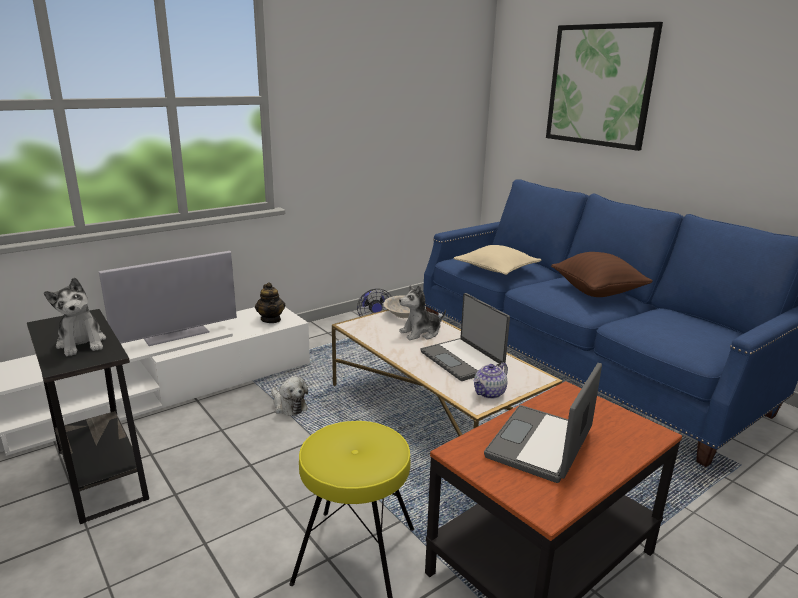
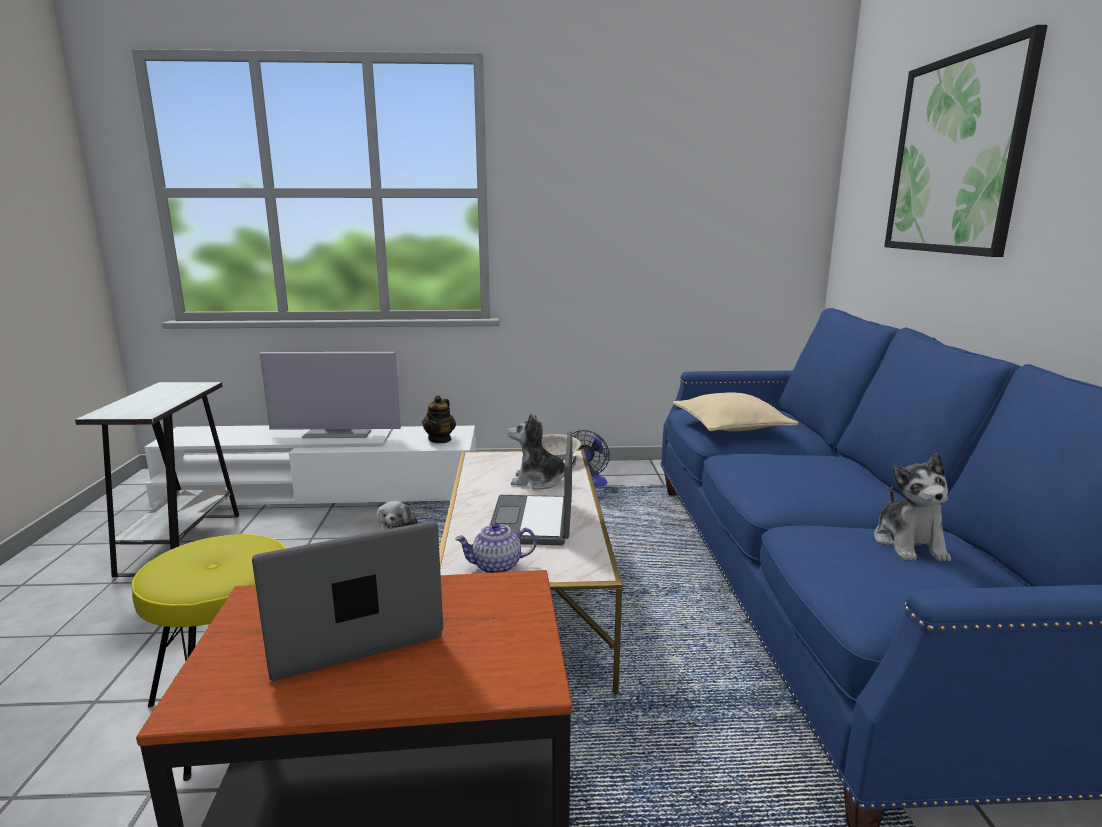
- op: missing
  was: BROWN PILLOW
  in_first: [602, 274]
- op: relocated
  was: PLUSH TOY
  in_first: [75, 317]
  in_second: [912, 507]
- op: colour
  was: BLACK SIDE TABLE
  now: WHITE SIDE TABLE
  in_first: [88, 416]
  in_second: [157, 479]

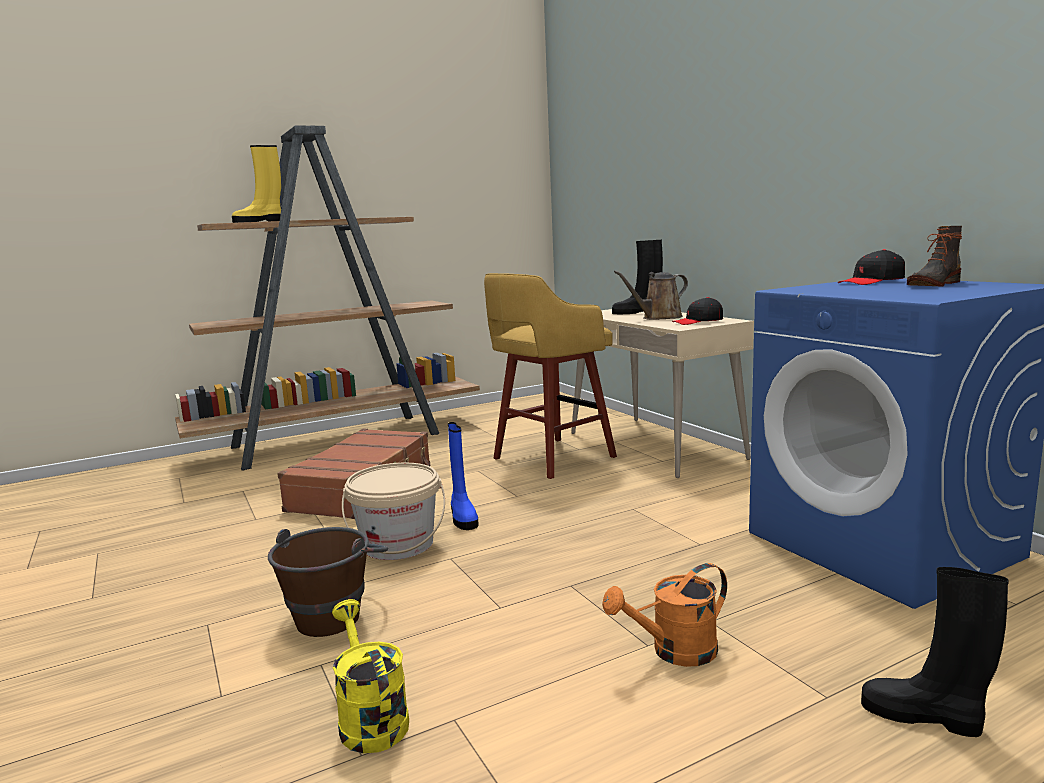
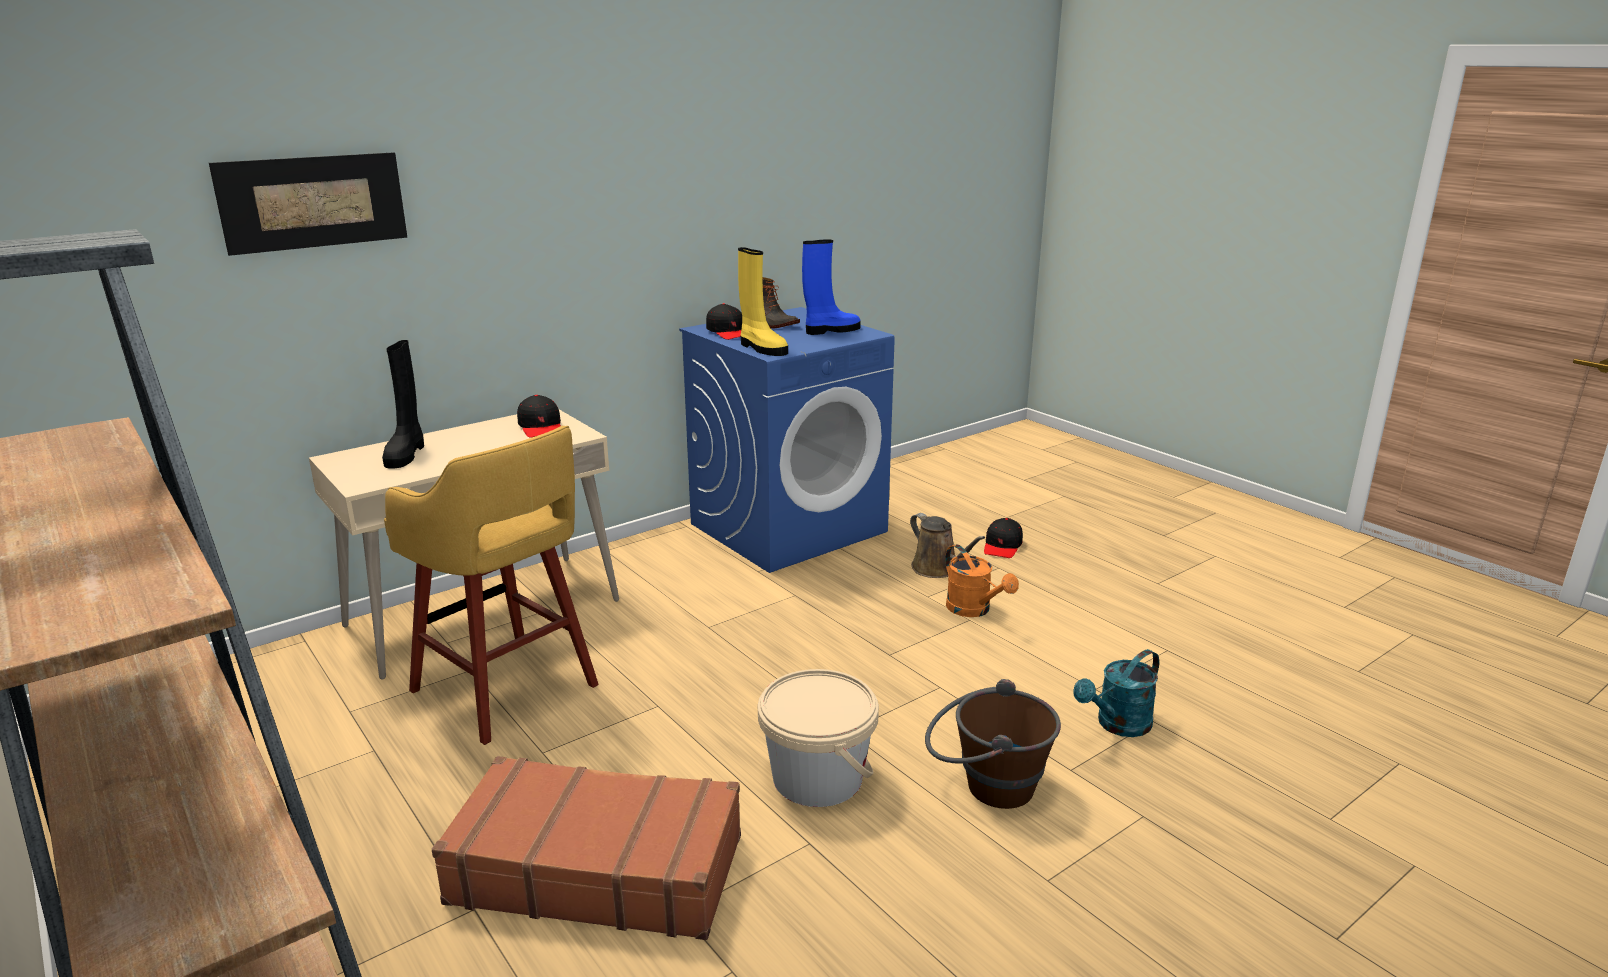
- op: relocated
  was: YELLOW BOOT
  in_first: [256, 184]
  in_second: [763, 301]
- op: relocated
  was: BROWN WATERING CAN
  in_first: [651, 295]
  in_second: [947, 545]
- op: relocated
  was: BLUE BOOT
  in_first: [463, 476]
  in_second: [831, 287]
- op: exchanged
  was: BLACK BOOT
  now: BLACK CAP
  in_first: [935, 652]
  in_second: [1003, 538]
- op: colour
  was: YELLOW WATERING CAN
  now: TURQUOISE WATERING CAN
  in_first: [370, 676]
  in_second: [1116, 693]
- op: appeared
  now: PICTURE
  in_second: [308, 204]

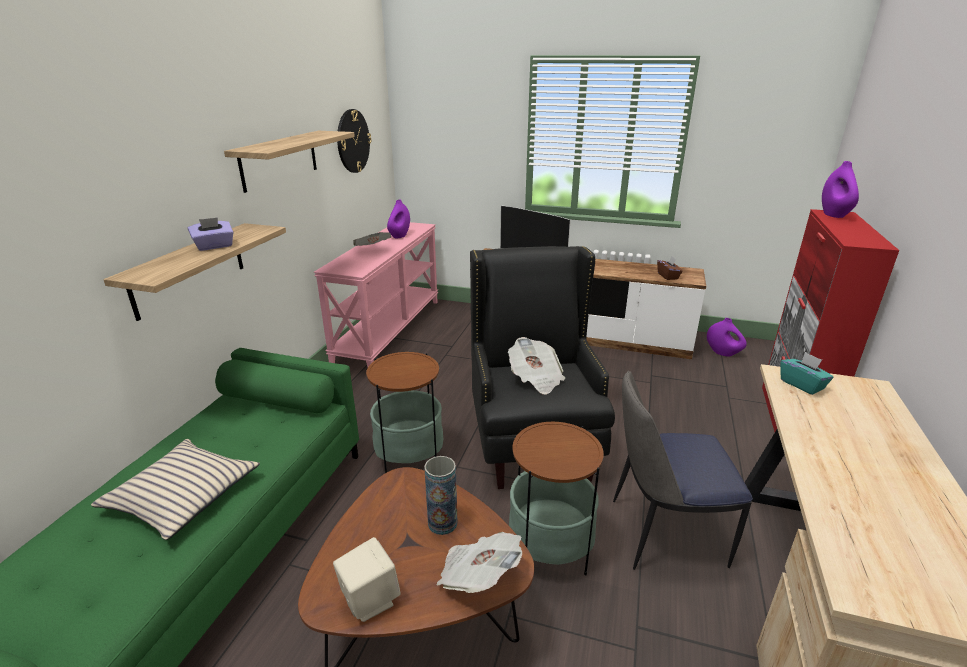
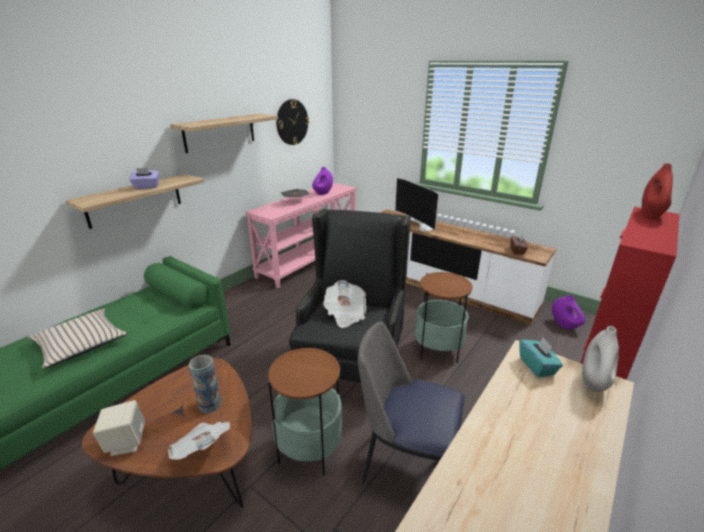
- op: colour
  was: PURPLE VASE
  now: RED VASE
  in_first: [840, 189]
  in_second: [657, 190]
- op: relocated
  was: SIDE TABLE
  in_first: [404, 412]
  in_second: [444, 317]
- op: appeared
  now: WHITE VASE
  in_second: [600, 359]

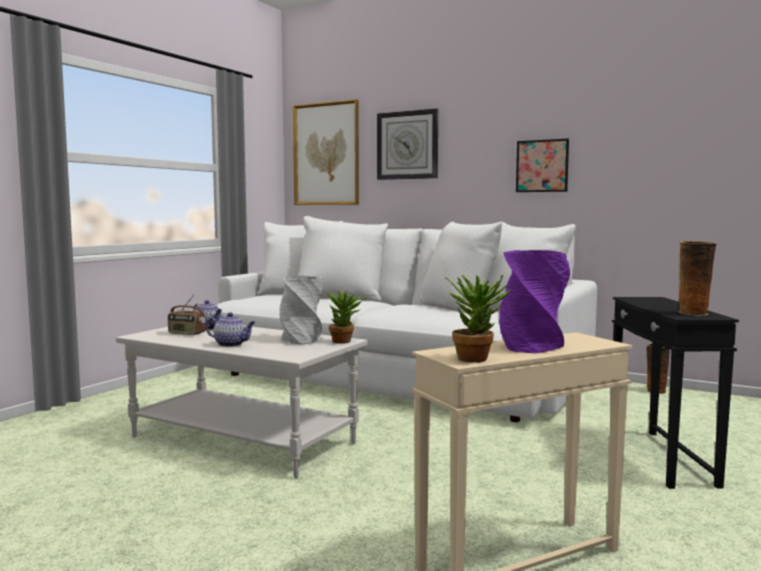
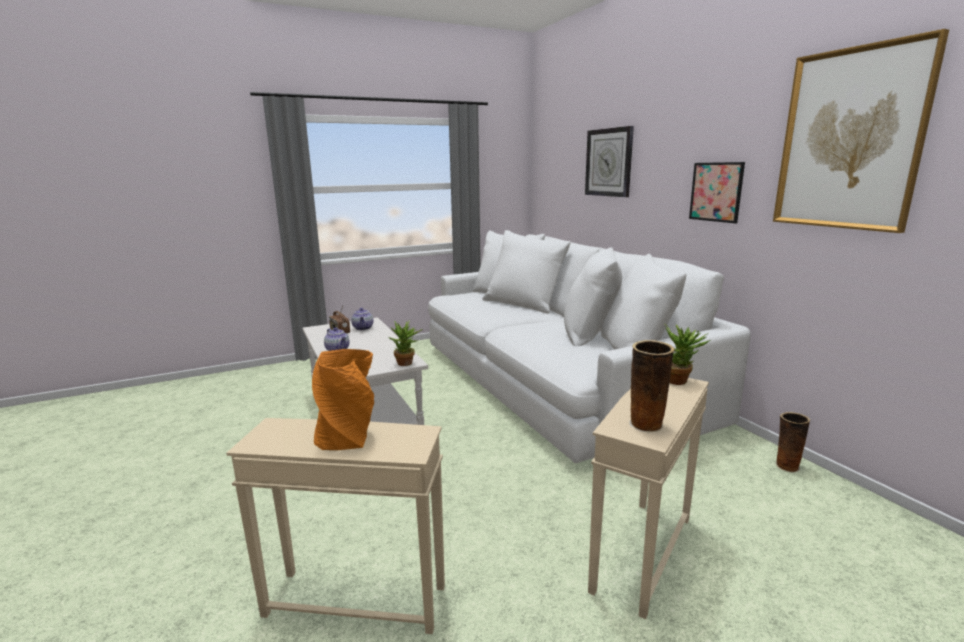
- op: relocated
  was: PICTURE
  in_first: [326, 152]
  in_second: [861, 131]
- op: colour
  was: PURPLE VASE
  now: ORANGE VASE
  in_first: [534, 301]
  in_second: [343, 399]
- op: missing
  was: GREY VASE
  in_first: [301, 309]
- op: relocated
  was: POTTED PLANT
  in_first: [477, 319]
  in_second: [687, 354]
- op: colour
  was: BLACK SIDE TABLE
  now: BEIGE SIDE TABLE
  in_first: [675, 393]
  in_second: [648, 499]

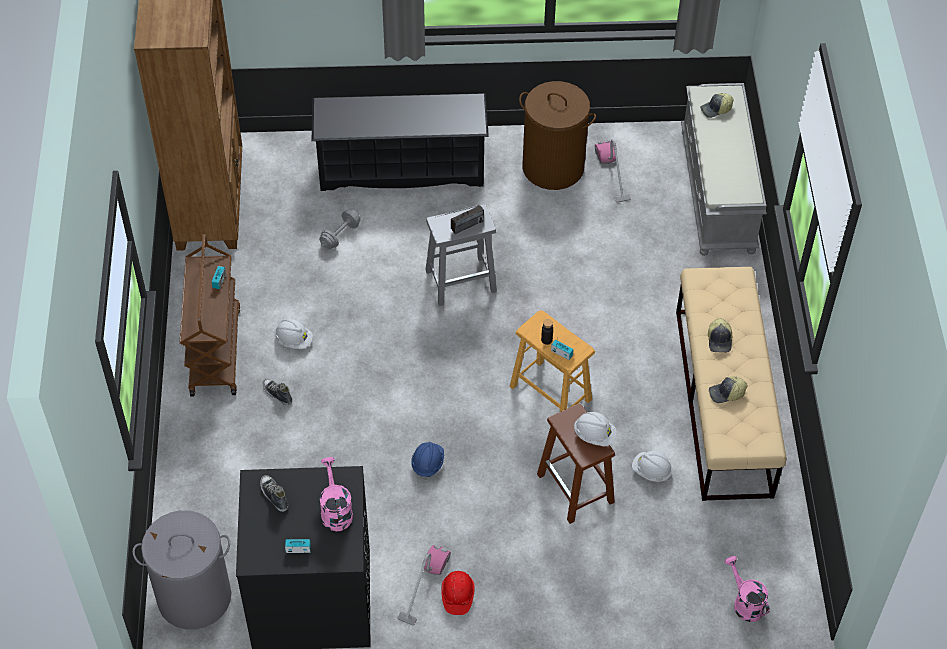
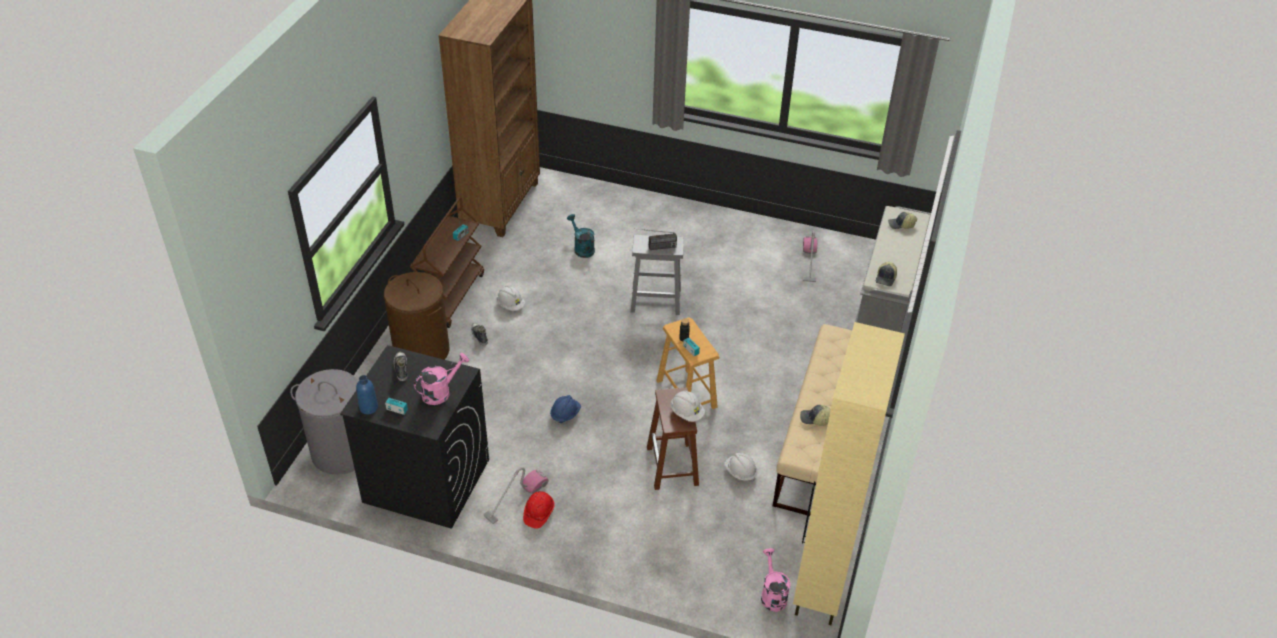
- op: relocated
  was: BROWN LAUNDRY BASKET
  in_first: [557, 135]
  in_second: [417, 316]
- op: missing
  was: BLACK SHOE RACK
  in_first: [400, 142]
- op: exchanged
  was: GREY DUMBBELL
  now: TURQUOISE WATERING CAN
  in_first: [340, 229]
  in_second: [581, 236]
- op: relocated
  was: CAP
  in_first: [720, 335]
  in_second: [886, 274]
- op: spun
  was: PINK WATERING CAN
  in_first: [336, 494]
  in_second: [441, 379]
  clockwise: 45
- op: appeared
  now: BEIGE CABINET
  in_second: [849, 473]
- op: appeared
  now: BLUE BOTTLE
  in_second: [367, 394]

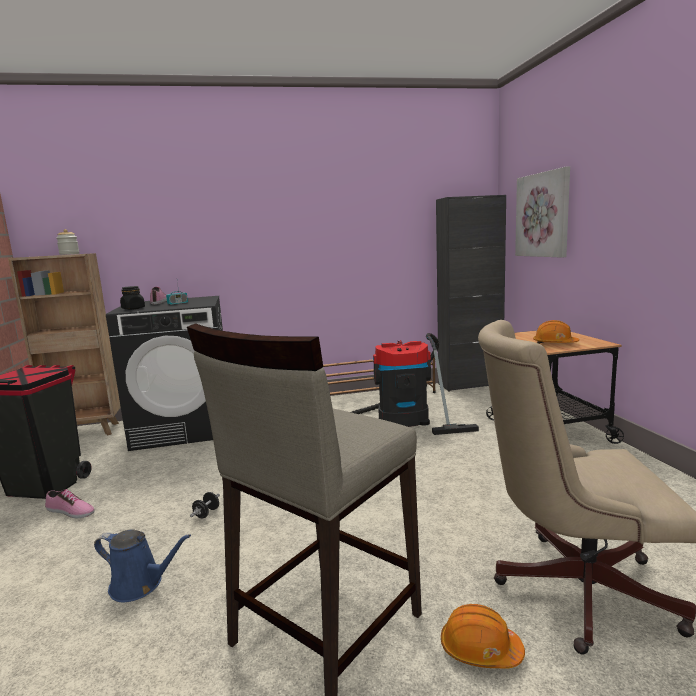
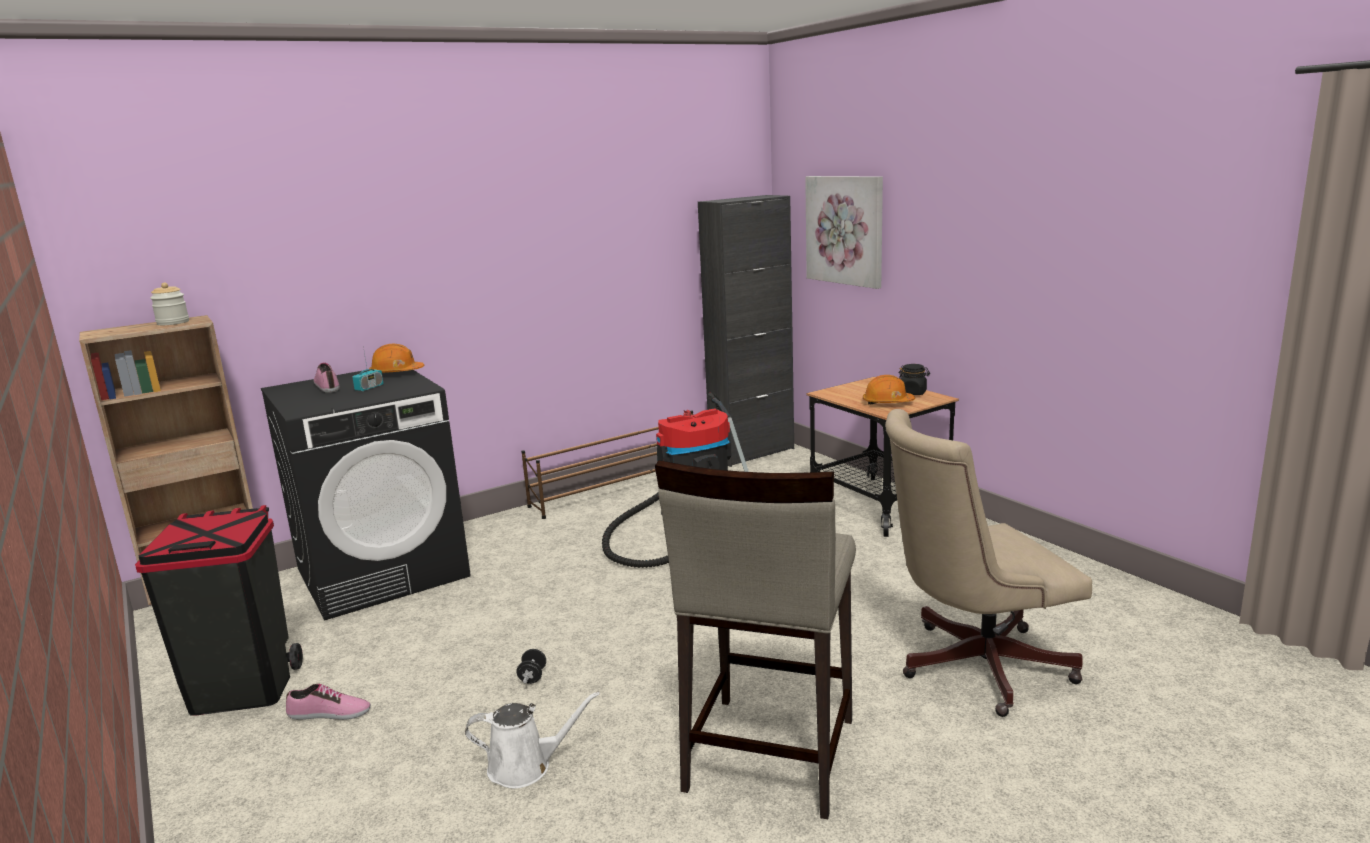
- op: relocated
  was: BLACK JAR
  in_first: [132, 298]
  in_second: [914, 379]
- op: colour
  was: BLUE WATERING CAN
  now: WHITE WATERING CAN
  in_first: [142, 565]
  in_second: [532, 740]
- op: relocated
  was: ORANGE HARD HAT
  in_first: [483, 636]
  in_second: [396, 358]

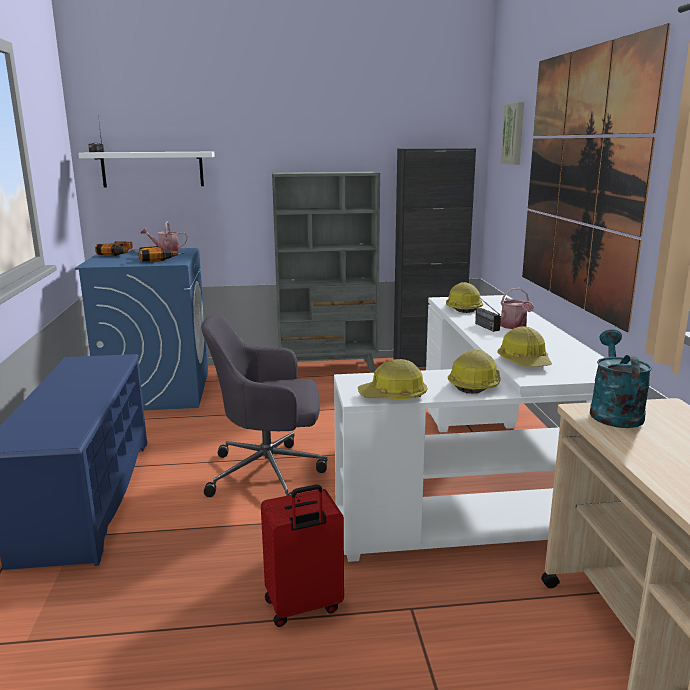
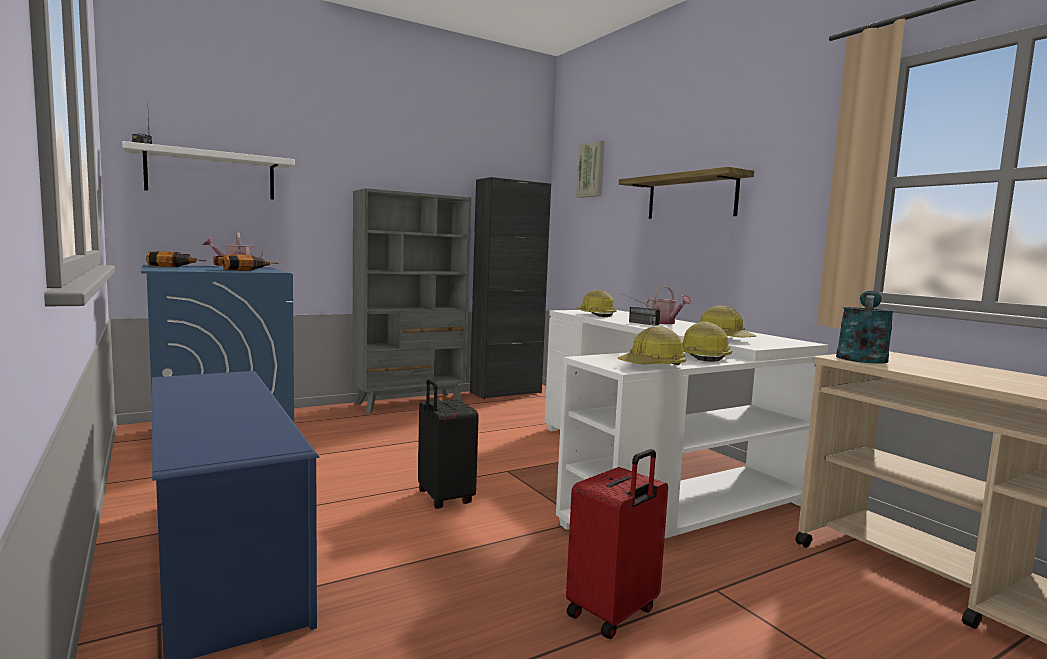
- op: exchanged
  was: PICTURE
  now: SHELF
  in_first: [596, 177]
  in_second: [686, 193]
- op: exchanged
  was: GREY OFFICE CHAIR
  now: BLACK SUITCASE
  in_first: [264, 406]
  in_second: [448, 444]
- op: spun
  was: TURQUOISE WATERING CAN
  in_first: [621, 378]
  in_second: [865, 327]
  clockwise: 45

